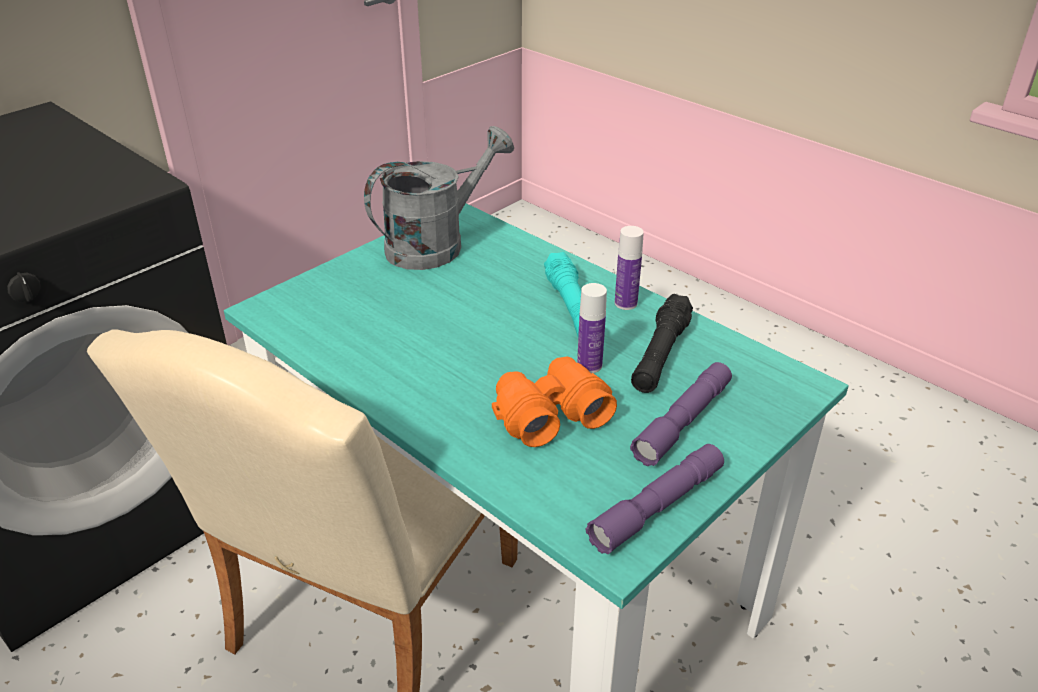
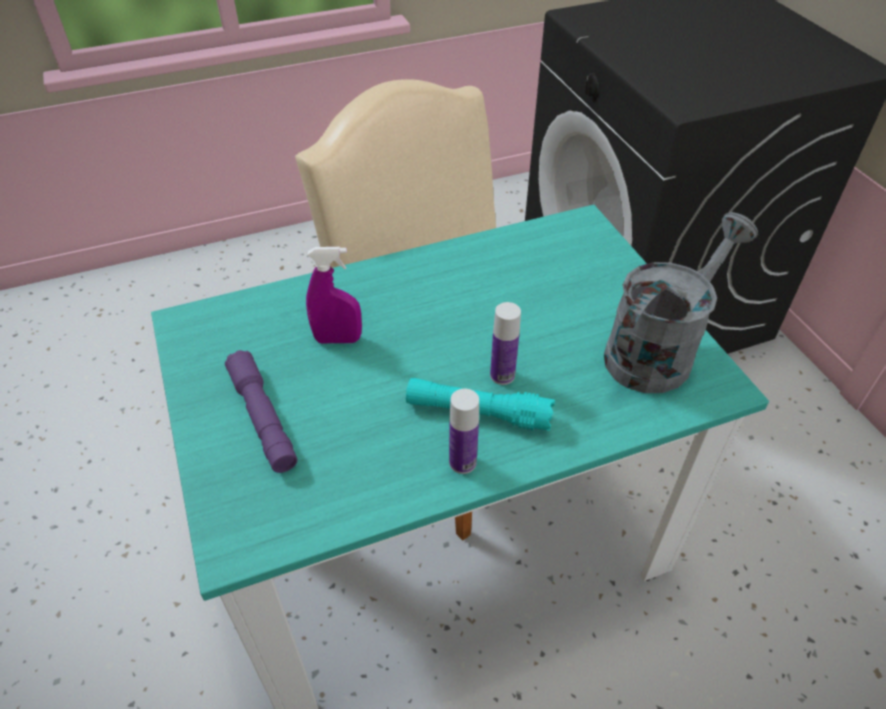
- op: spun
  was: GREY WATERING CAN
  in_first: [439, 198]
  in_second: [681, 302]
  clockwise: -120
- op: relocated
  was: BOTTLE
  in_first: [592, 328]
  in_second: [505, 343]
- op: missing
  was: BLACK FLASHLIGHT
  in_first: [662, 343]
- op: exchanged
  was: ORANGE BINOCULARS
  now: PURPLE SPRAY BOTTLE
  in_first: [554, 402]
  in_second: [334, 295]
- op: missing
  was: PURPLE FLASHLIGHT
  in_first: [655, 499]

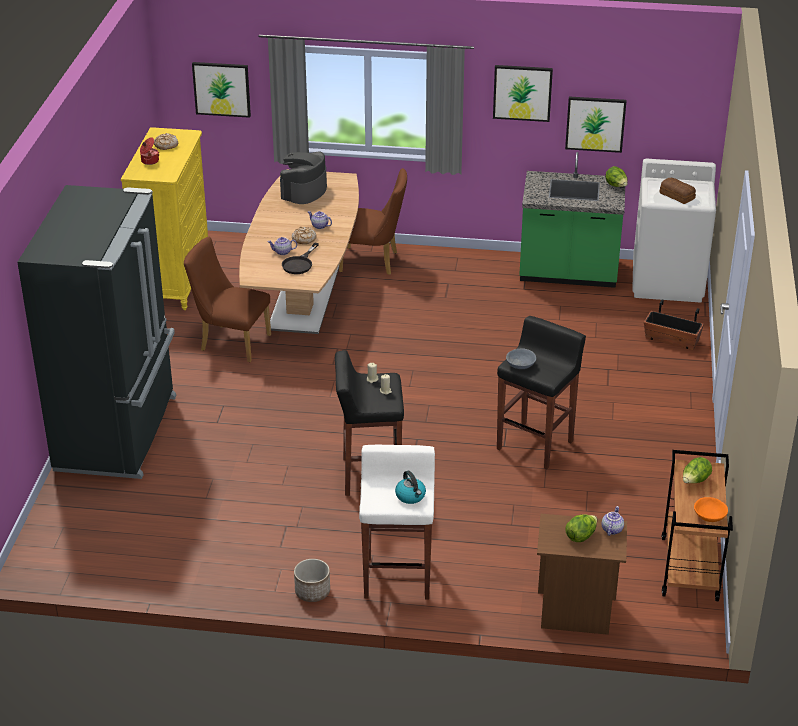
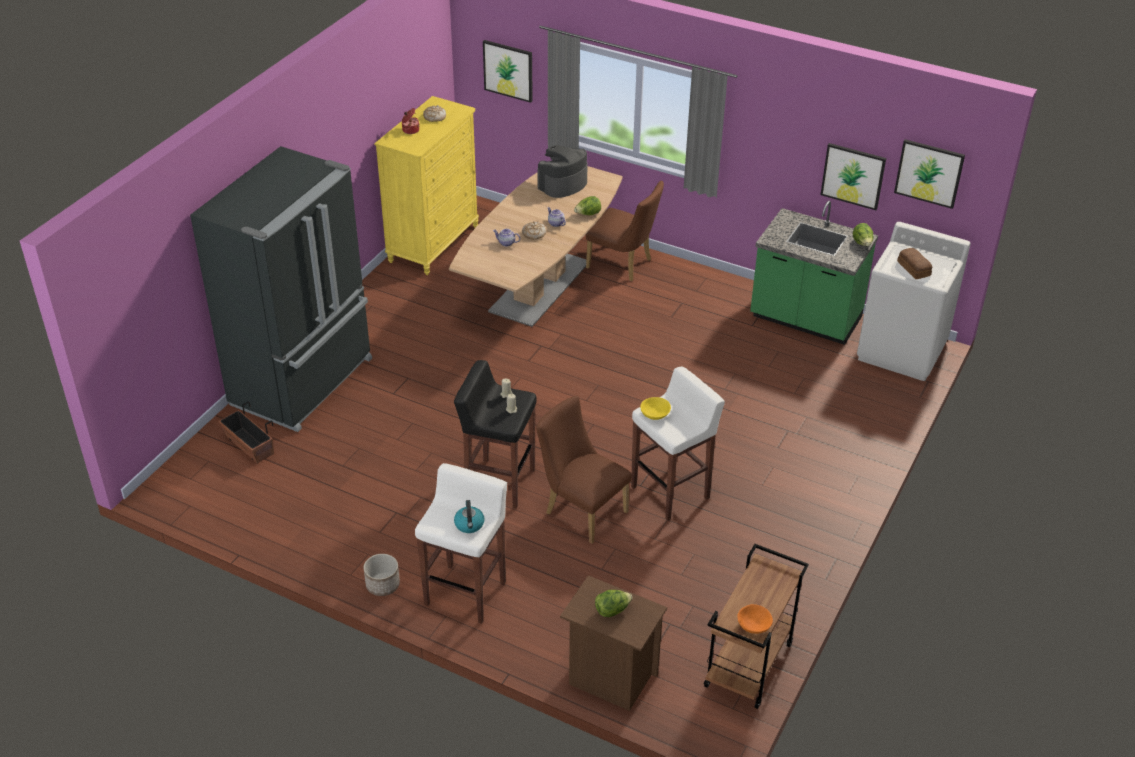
- op: relocated
  was: PICTURE
  in_first: [523, 93]
  in_second: [929, 174]
- op: relocated
  was: BROWN CHAIR
  in_first: [227, 299]
  in_second: [584, 470]
- op: missing
  was: BLACK FRYING PAN
  in_first: [300, 258]
- op: relocated
  was: PLANTER
  in_first: [674, 325]
  in_second: [246, 432]
- op: colour
  was: BLACK STOOL
  now: WHITE STOOL
  in_first: [541, 392]
  in_second: [678, 443]
- op: colour
  was: GREY BOWL
  now: YELLOW BOWL
  in_first: [521, 358]
  in_second: [655, 408]
- op: relocated
  was: LETTUCE
  in_first: [697, 470]
  in_second: [587, 205]
- op: missing
  was: TEAPOT
  in_first: [613, 521]

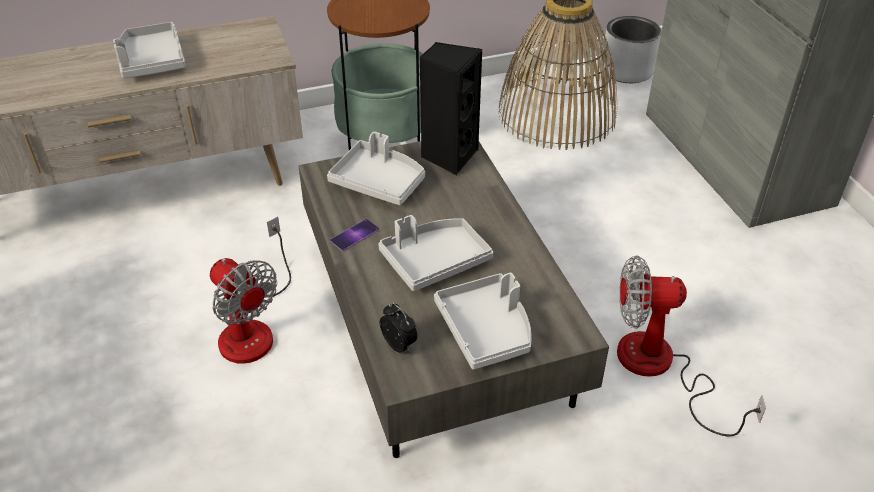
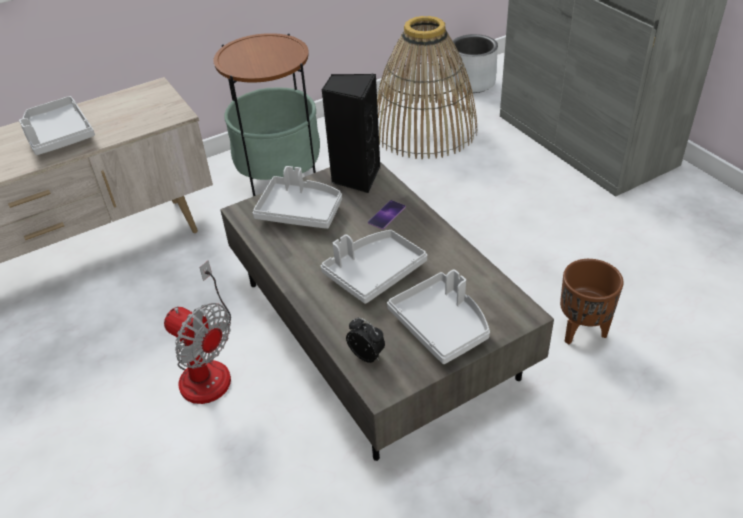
- op: relocated
  was: PHONE
  in_first: [354, 235]
  in_second: [387, 214]
- op: exchanged
  was: FAN
  now: BROWN PLANTER
  in_first: [691, 346]
  in_second: [592, 301]

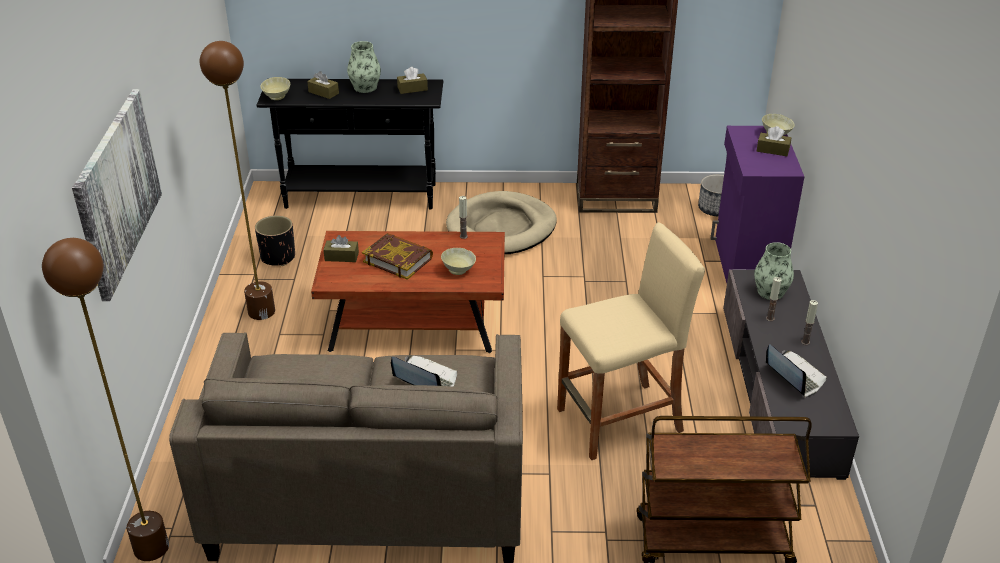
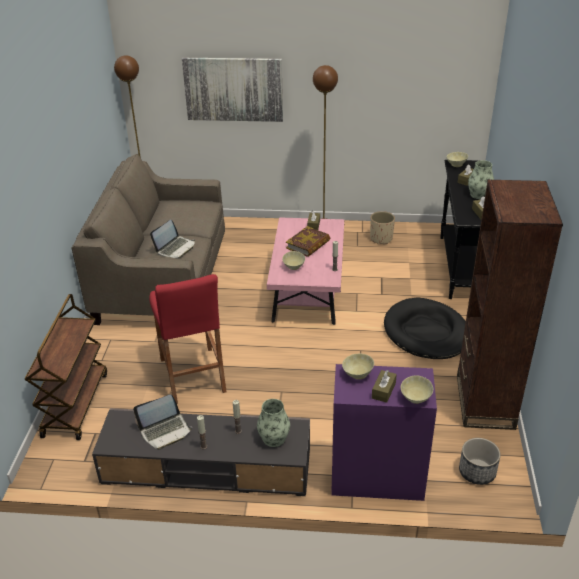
- op: colour
  was: BEIGE DOG BED
  now: BLACK DOG BED
  in_first: [501, 222]
  in_second: [425, 328]
- op: colour
  was: BLACK PLANTER
  now: BEIGE PLANTER
  in_first: [275, 240]
  in_second: [382, 227]
- op: colour
  was: BEIGE STOOL
  now: RED STOOL
  in_first: [631, 341]
  in_second: [188, 339]
- op: colour
  was: BROWN COFFEE TABLE
  now: PINK COFFEE TABLE
  in_first: [408, 292]
  in_second: [305, 271]
- op: appeared
  now: BEIGE BOWL
  in_second: [358, 367]

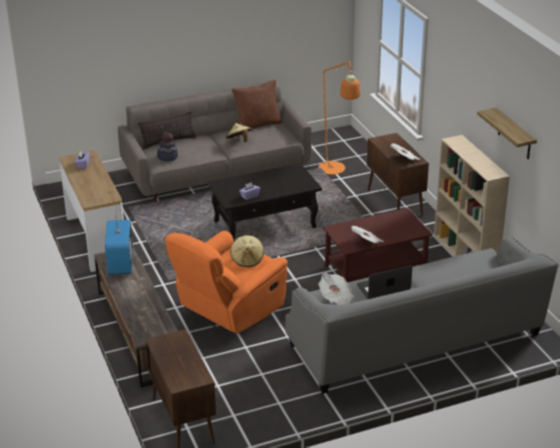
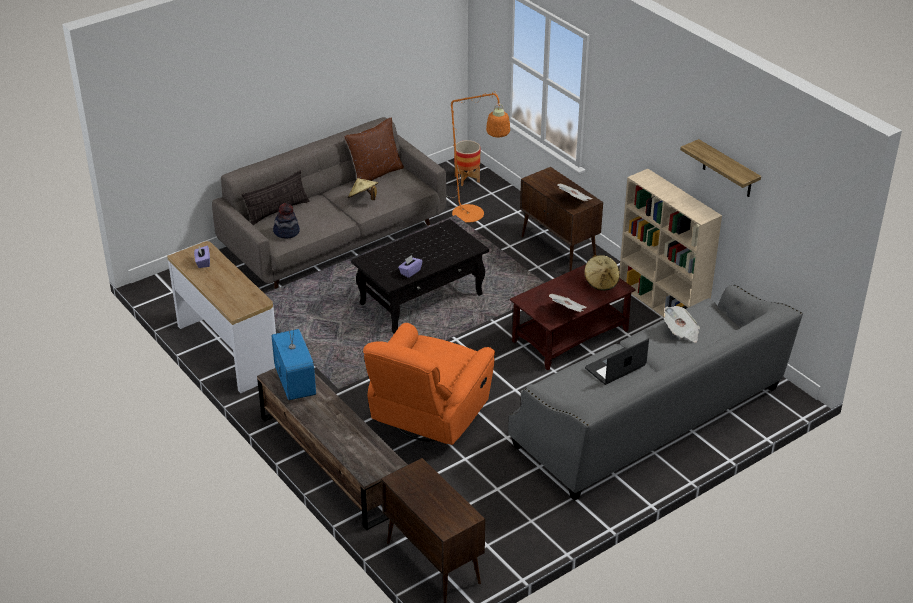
- op: relocated
  was: BEIGE HAT
  in_first: [247, 251]
  in_second: [602, 273]
- op: relocated
  was: NEWSPAPER
  in_first: [336, 289]
  in_second: [682, 324]
- op: appeared
  now: PLANTER
  in_second: [467, 163]

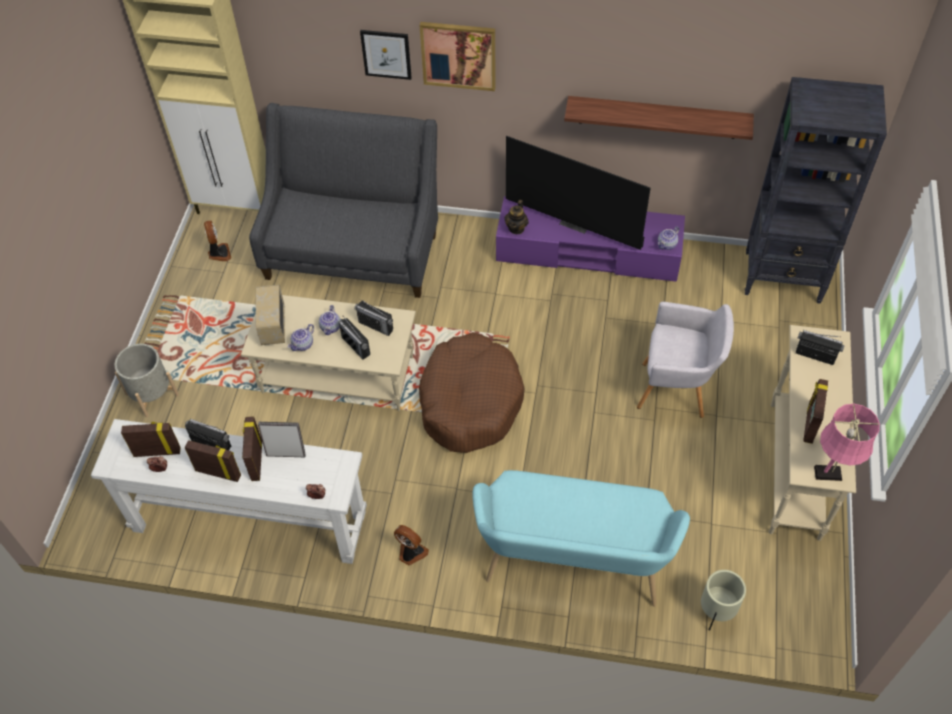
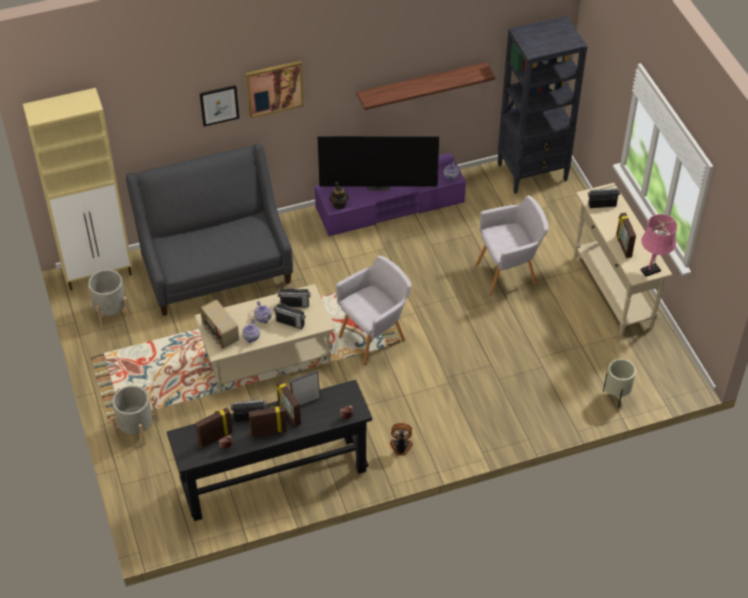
- op: exchanged
  was: FAN
  now: GREY PLANTER
  in_first: [217, 241]
  in_second: [109, 298]
- op: exchanged
  was: BROWN DOG BED
  now: GREY ARMCHAIR
  in_first: [472, 392]
  in_second: [374, 310]
- op: colour
  was: WHITE CONSOLE TABLE
  now: BLACK CONSOLE TABLE
  in_first: [229, 491]
  in_second: [269, 450]
- op: missing
  was: TURQUOISE BENCH
  in_first: [581, 538]

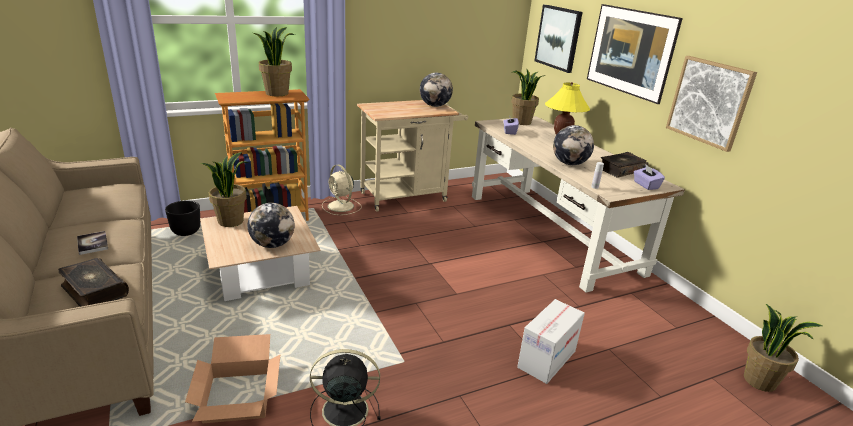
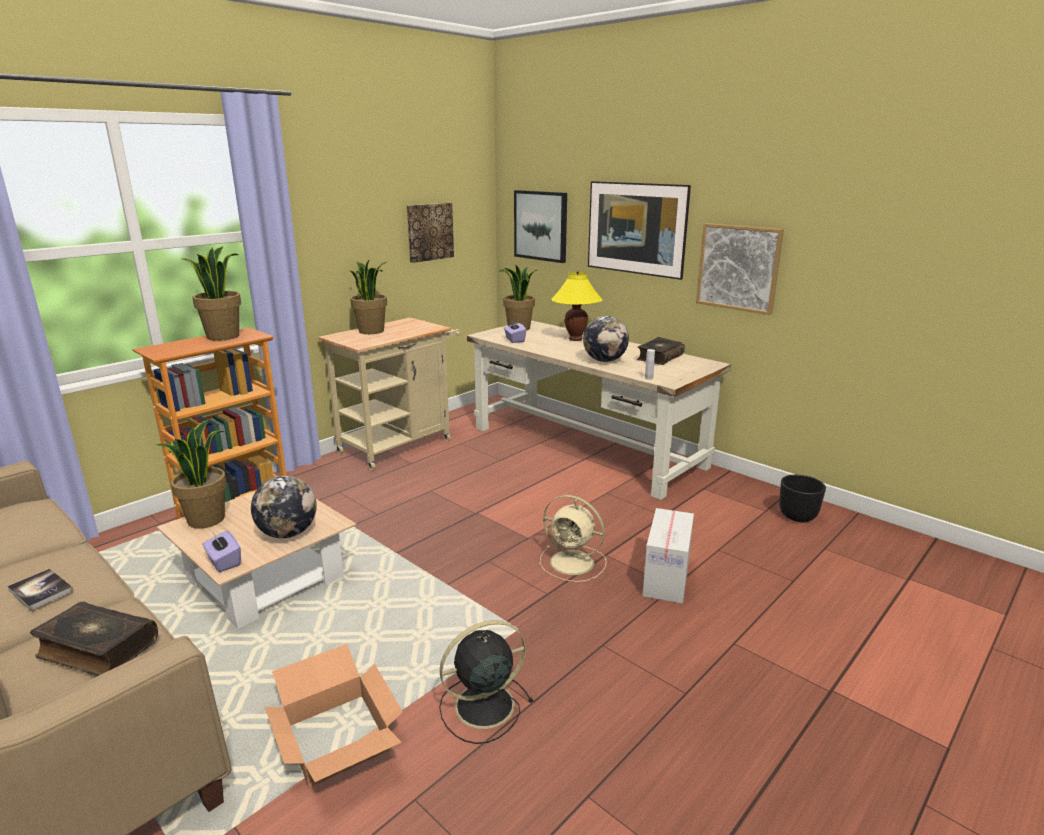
- op: missing
  was: GLOBE
  in_first: [436, 90]
- op: relocated
  was: BEIGE FAN
  in_first: [342, 189]
  in_second: [573, 538]
- op: relocated
  was: PURPLE TISSUE BOX
  in_first: [649, 177]
  in_second: [222, 551]
- op: relocated
  was: BLACK PLANTER
  in_first: [183, 218]
  in_second: [802, 498]
- op: relocated
  was: POTTED PLANT
  in_first: [783, 348]
  in_second: [369, 297]
- op: appeared
  now: PICTURE
  in_second: [430, 233]

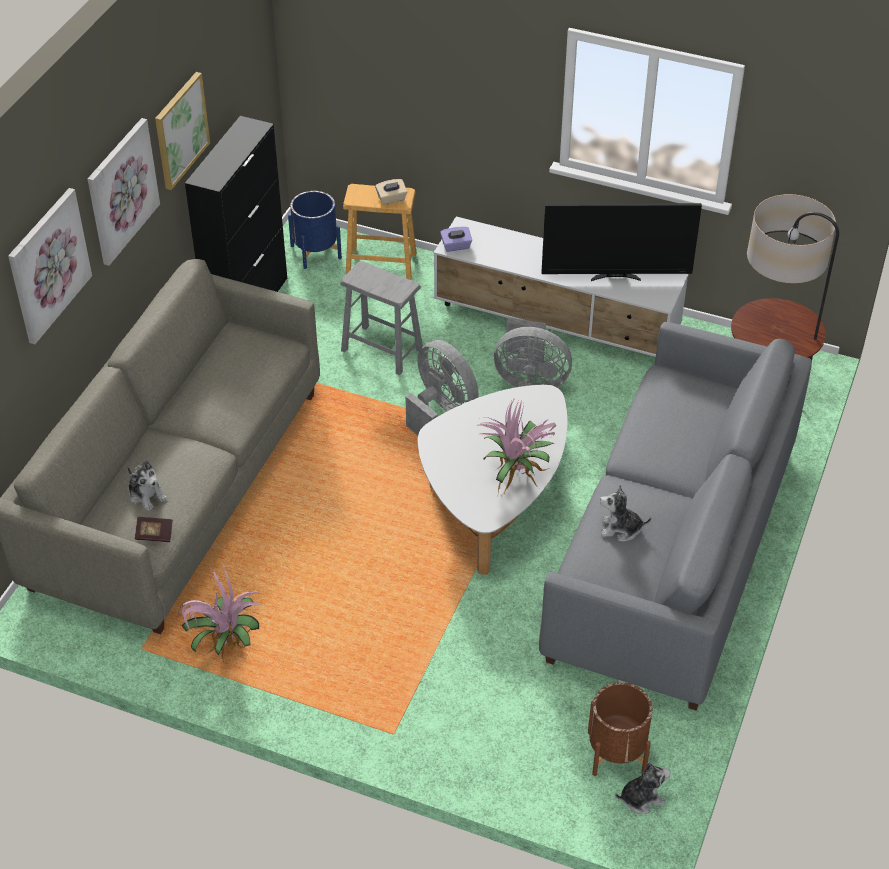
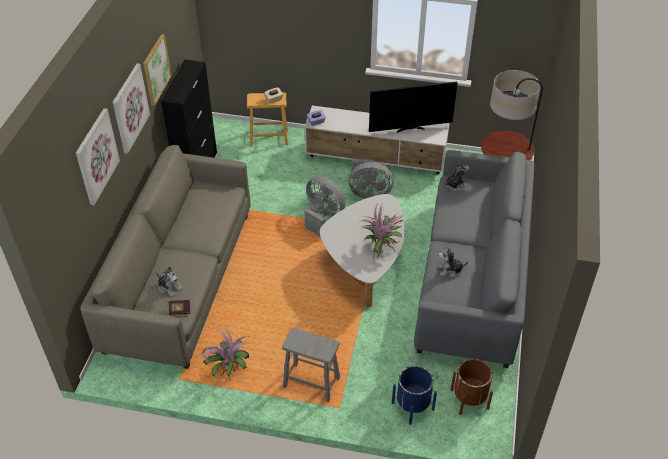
- op: relocated
  was: BLUE PLANTER
  in_first: [315, 230]
  in_second: [414, 395]
- op: relocated
  was: GREY STOOL
  in_first: [381, 318]
  in_second: [311, 365]
- op: relocated
  was: PLUSH TOY
  in_first: [643, 788]
  in_second: [456, 176]

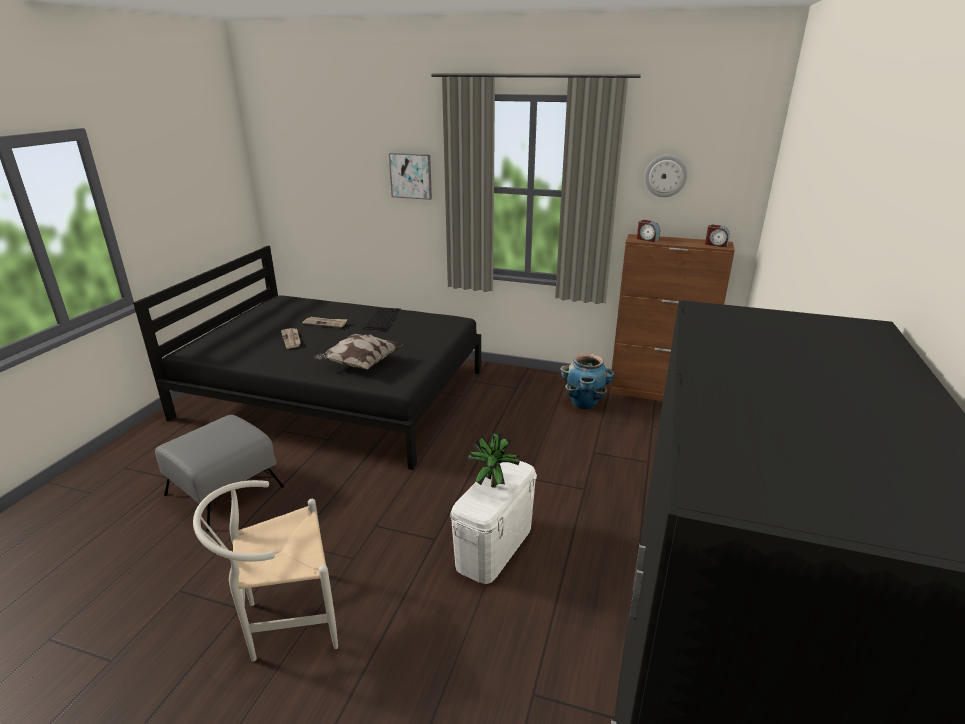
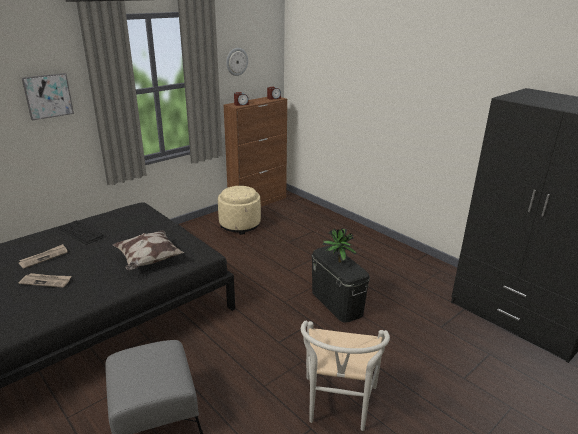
- op: exchanged
  was: PLANTER
  now: BEIGE OTTOMAN
  in_first: [587, 381]
  in_second: [239, 210]
- op: colour
  was: WHITE STORAGE BOX
  now: BLACK STORAGE BOX
  in_first: [493, 522]
  in_second: [340, 284]

